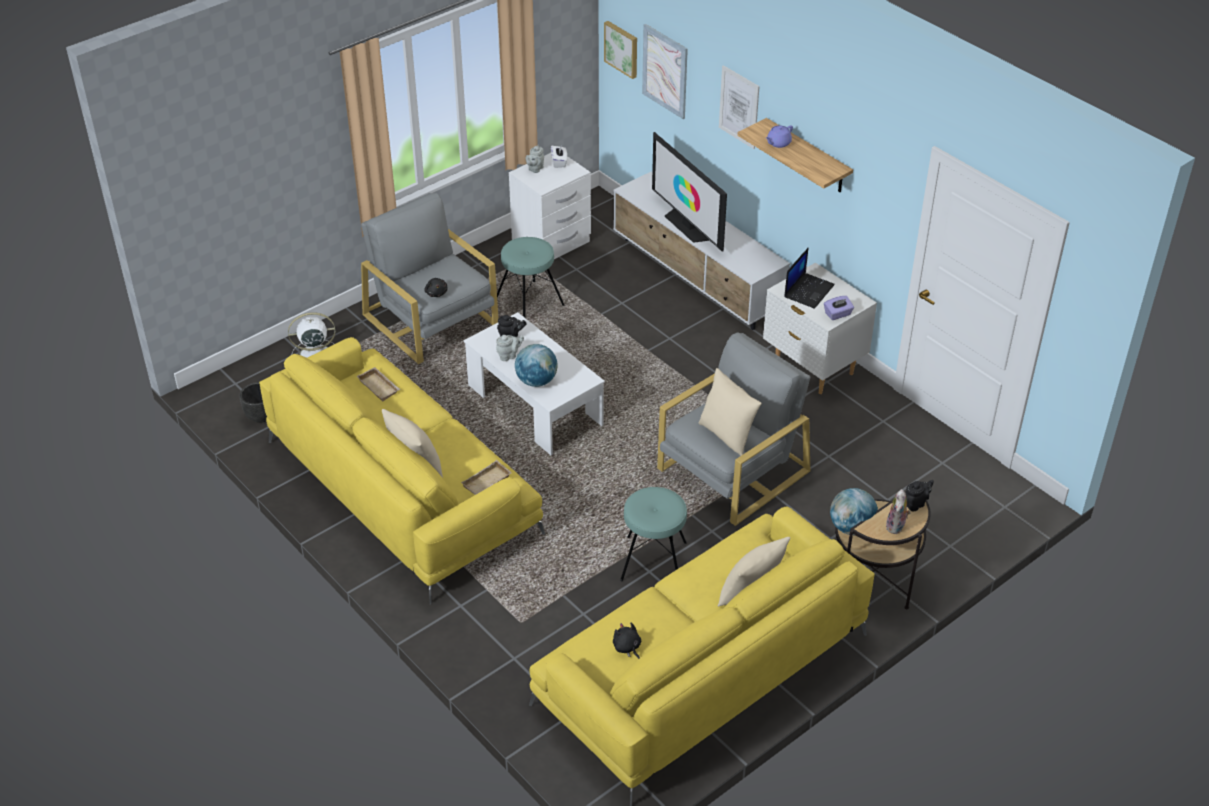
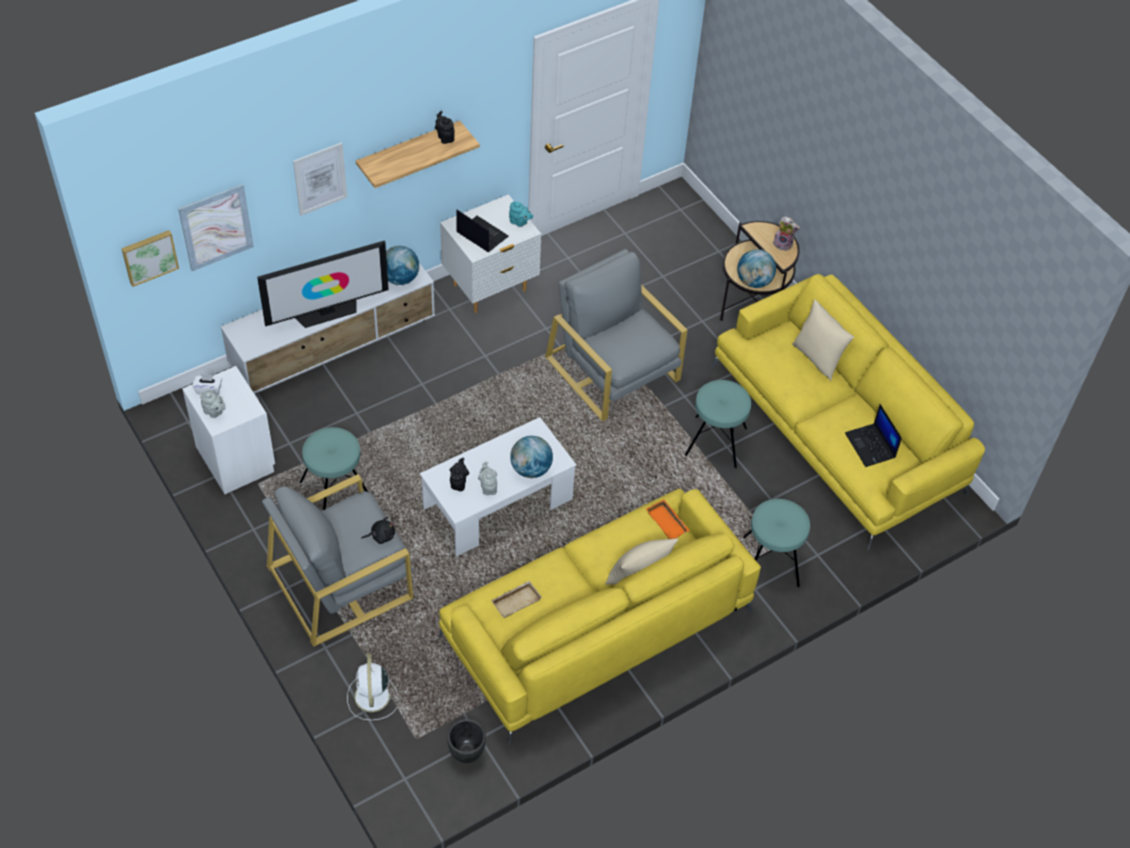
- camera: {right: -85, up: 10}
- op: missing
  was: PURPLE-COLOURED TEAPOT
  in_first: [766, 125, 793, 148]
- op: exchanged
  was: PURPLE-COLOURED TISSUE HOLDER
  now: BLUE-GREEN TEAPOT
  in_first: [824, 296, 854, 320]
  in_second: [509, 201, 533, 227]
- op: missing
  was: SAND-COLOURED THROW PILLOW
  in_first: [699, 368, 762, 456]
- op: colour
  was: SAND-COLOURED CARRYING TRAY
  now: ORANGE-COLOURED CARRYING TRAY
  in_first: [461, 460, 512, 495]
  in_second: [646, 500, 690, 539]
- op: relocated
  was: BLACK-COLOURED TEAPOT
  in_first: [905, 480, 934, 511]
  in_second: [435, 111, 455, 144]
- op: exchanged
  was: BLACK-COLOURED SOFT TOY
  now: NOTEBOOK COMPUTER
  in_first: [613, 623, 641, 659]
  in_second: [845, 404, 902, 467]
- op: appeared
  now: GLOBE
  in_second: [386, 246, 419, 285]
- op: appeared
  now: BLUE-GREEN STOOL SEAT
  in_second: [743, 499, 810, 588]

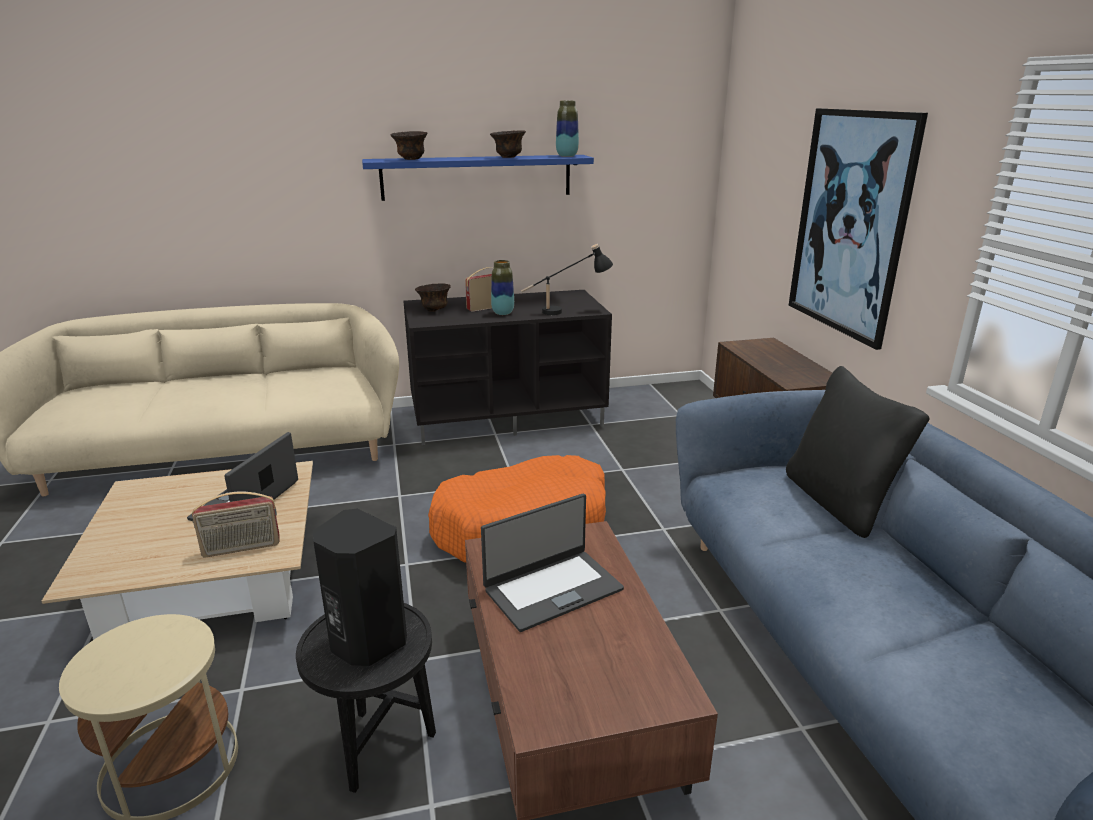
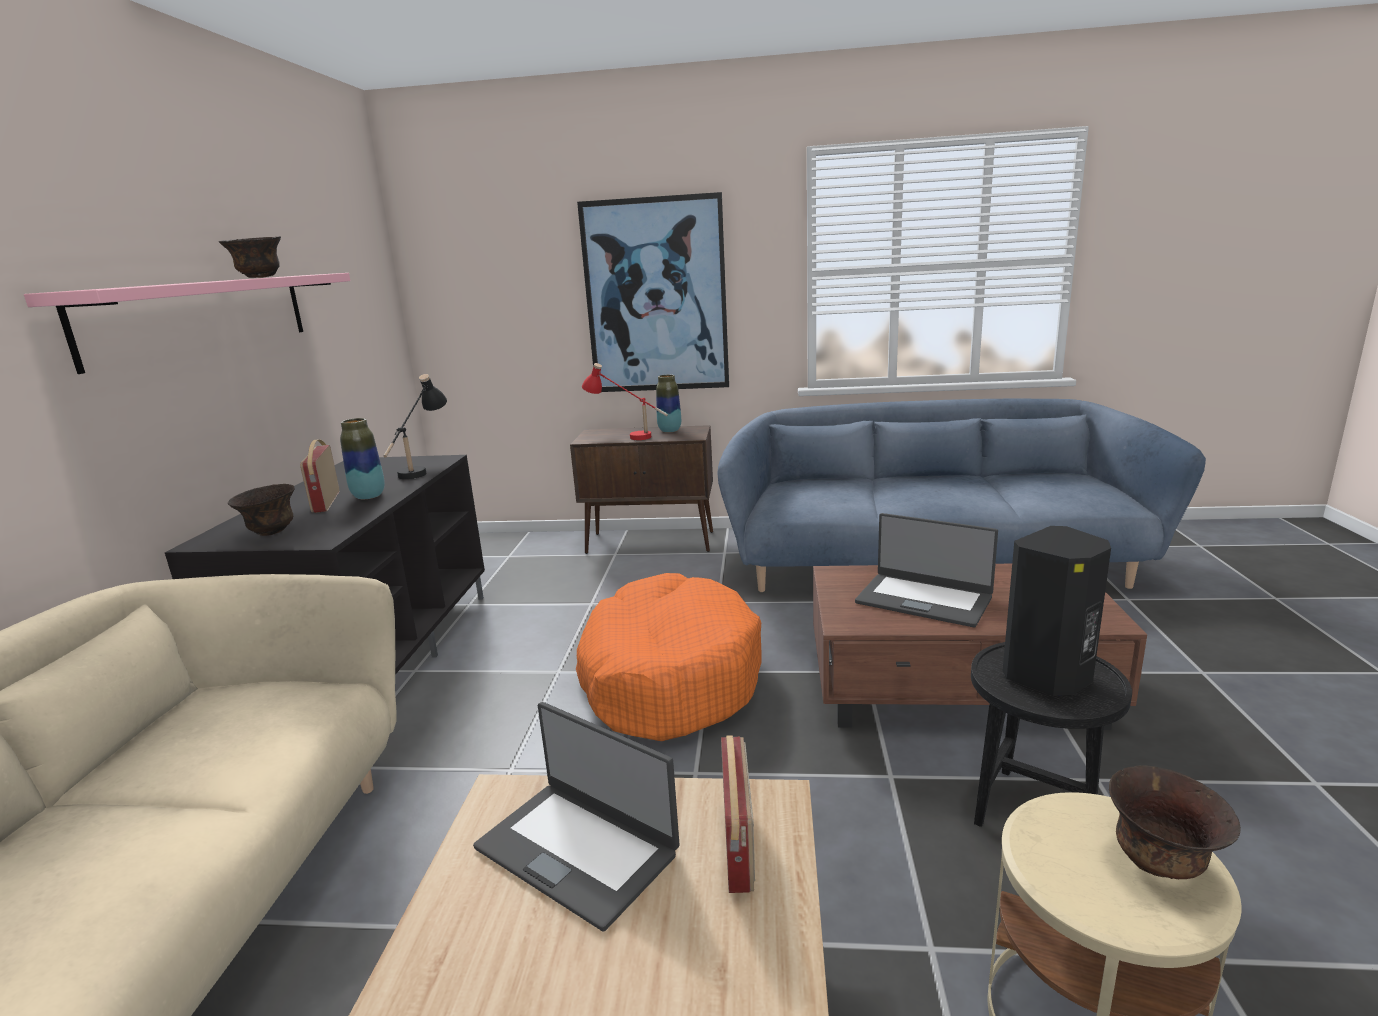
- camera: {right: -70, up: -5}
- op: relocated
  was: VASE
  in_first: [556, 100, 579, 157]
  in_second: [656, 374, 681, 433]
- op: relocated
  was: BROWN-COLOURED DEEP DISH
  in_first: [390, 131, 428, 160]
  in_second: [1109, 765, 1241, 879]
- op: colour
  was: BLUE-COLOURED BRACKET SHELF
  now: PINK-COLOURED BRACKET SHELF
  in_first: [362, 155, 594, 201]
  in_second: [24, 273, 350, 374]
- op: missing
  was: BLACK-COLOURED THROW PILLOW
  in_first: [786, 366, 930, 538]
- op: spun
  was: NOTEBOOK COMPUTER
  in_first: [481, 494, 624, 632]
  in_second: [855, 513, 998, 627]
  clockwise: 135
- op: appeared
  now: REDDISH TABLE LAMP
  in_second: [582, 363, 668, 440]

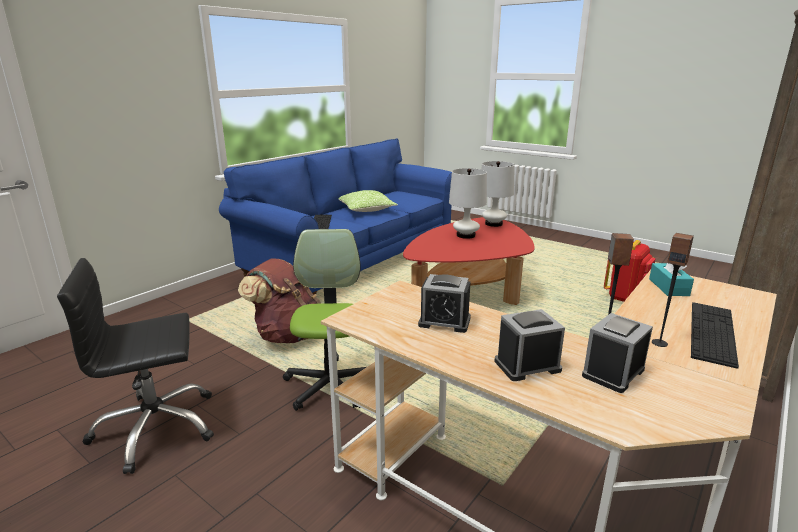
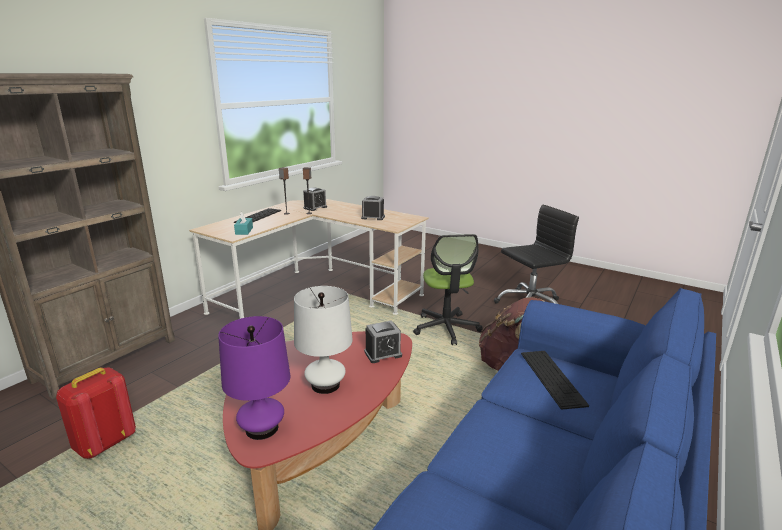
- camera: {right: 175, up: 0}
- op: colour
  was: WHITISH TABLE LAMP
  now: PURPLE-COLOURED TABLE LAMP
  in_first: [481, 161, 515, 227]
  in_second: [218, 316, 290, 440]
- op: missing
  was: THROW PILLOW
  in_first: [339, 190, 398, 212]
- op: relocated
  was: TABLE CLOCK
  in_first: [494, 309, 565, 381]
  in_second: [364, 321, 402, 363]

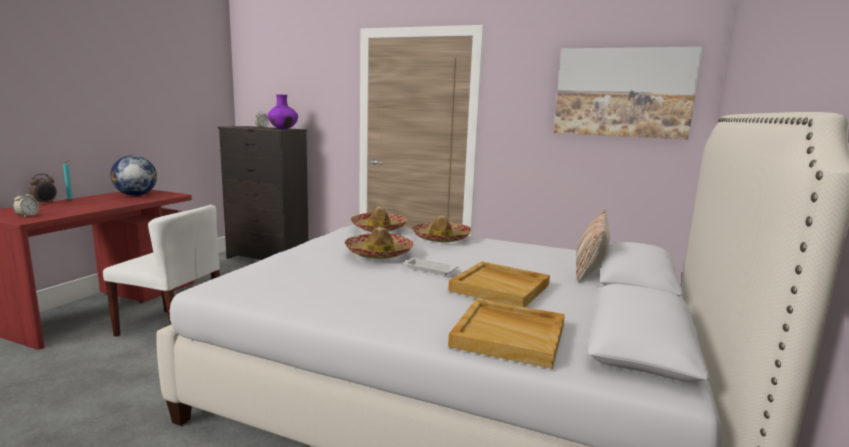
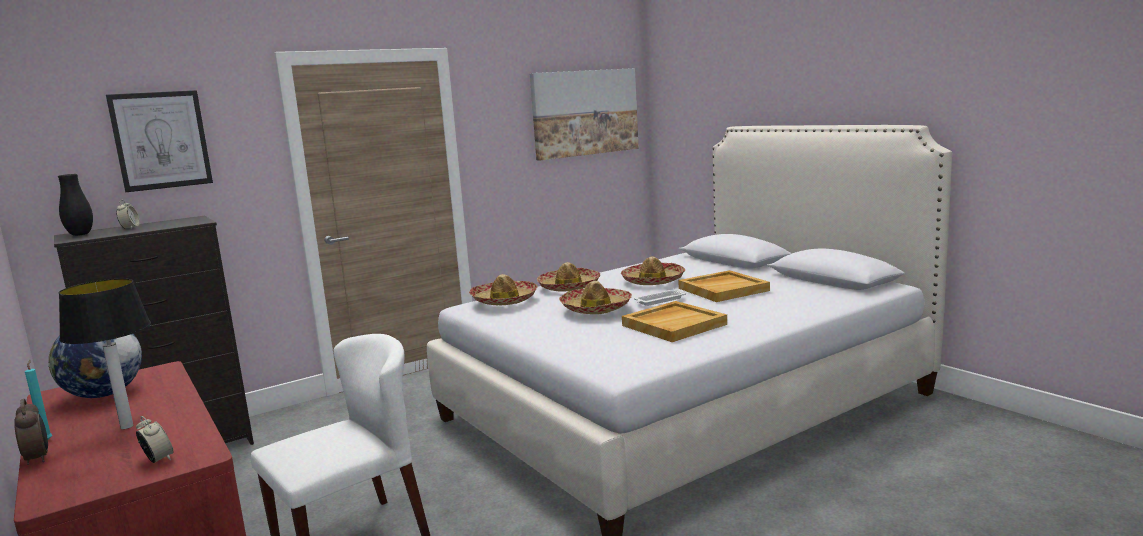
- camera: {right: -55, up: 0}
- op: missing
  was: PURPLE-COLOURED VASE
  in_first: [268, 94, 298, 129]
- op: missing
  was: THROW PILLOW
  in_first: [576, 210, 610, 282]
- op: relocated
  was: SAND-COLOURED CARRYING TRAY
  in_first: [448, 299, 565, 369]
  in_second: [622, 301, 727, 342]
- op: appeared
  now: WALL PICTURE
  in_second: [106, 90, 213, 192]
- op: appeared
  now: BLACK-COLOURED VASE
  in_second: [58, 174, 93, 236]
- op: appeared
  now: WEARABLE HAT
  in_second: [621, 256, 685, 285]
- op: appeared
  now: TABLE LAMP
  in_second: [59, 278, 151, 429]

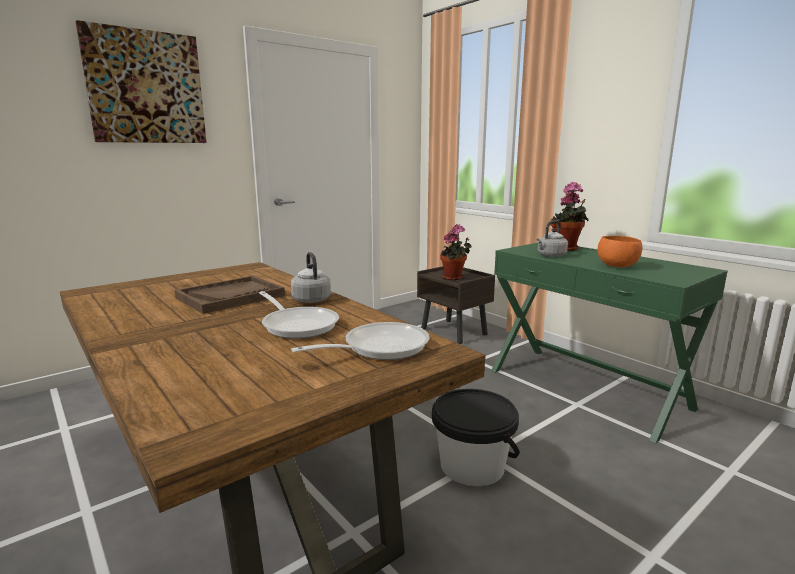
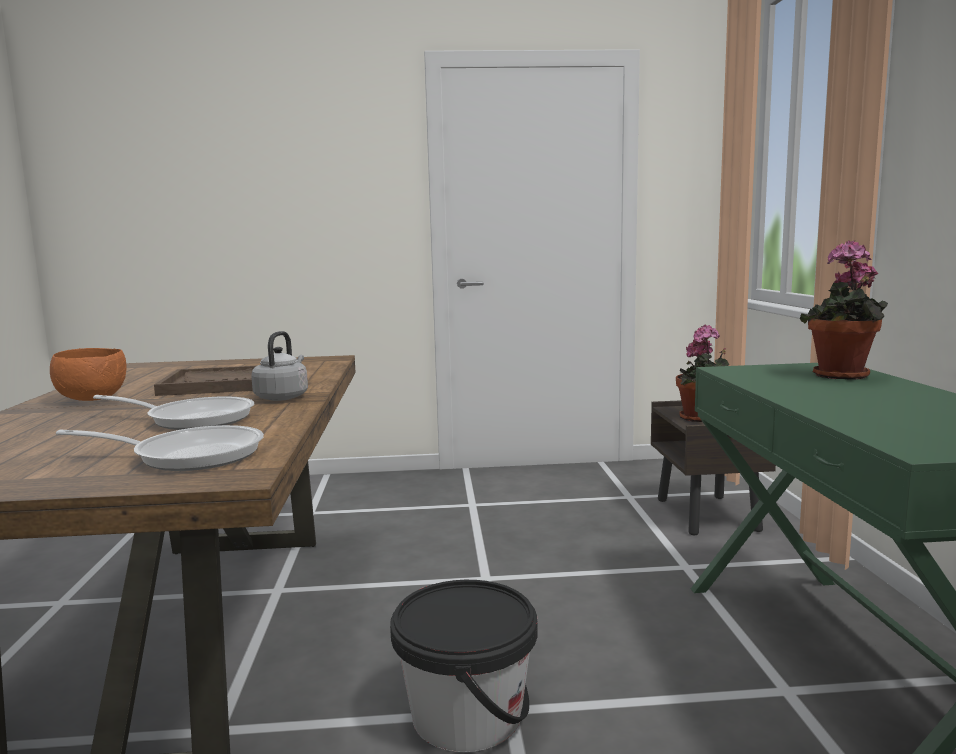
- camera: {right: 35, up: -5}
- op: missing
  was: WALL PICTURE
  in_first: [76, 20, 207, 143]
- op: missing
  was: GREYISH WATER KETTLE
  in_first: [537, 220, 568, 257]
- op: relocated
  was: ORANGE-COLOURED DEEP DISH
  in_first: [598, 236, 642, 267]
  in_second: [50, 348, 127, 401]
- op: spun
  was: PAN
  in_first: [259, 291, 339, 339]
  in_second: [93, 395, 254, 430]
  clockwise: -75

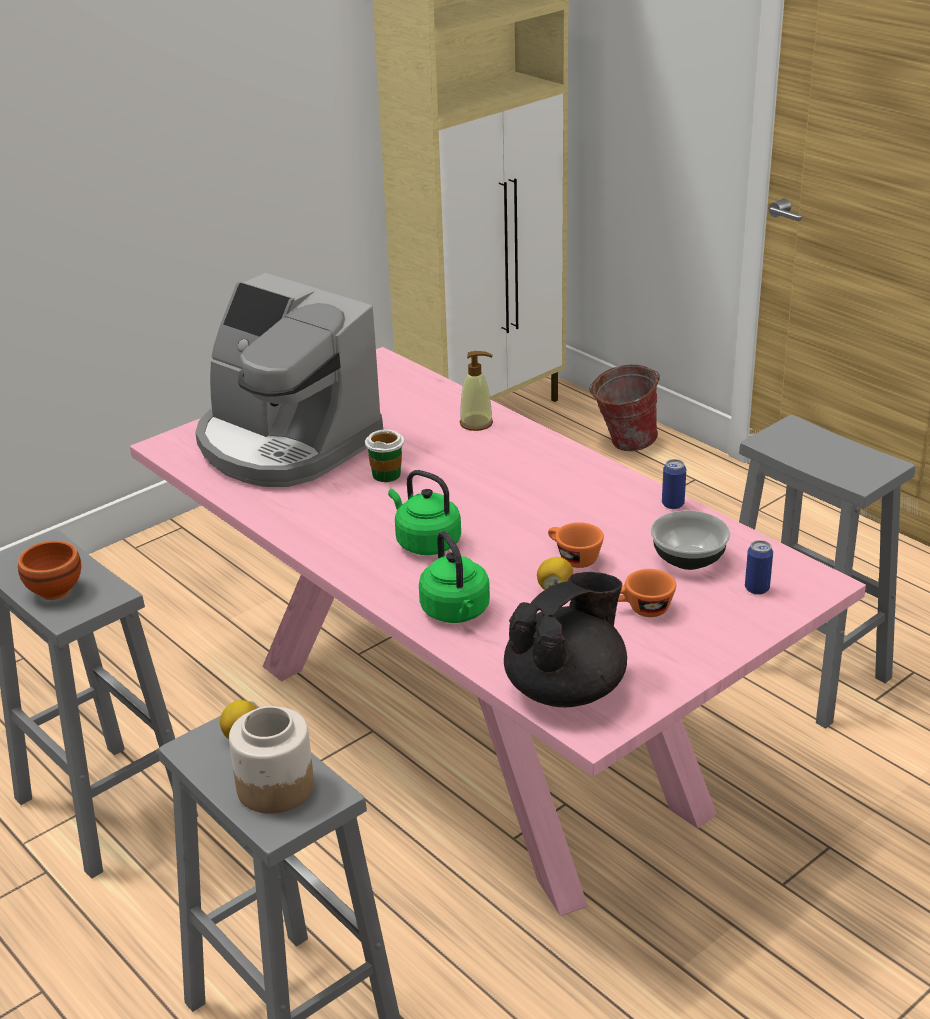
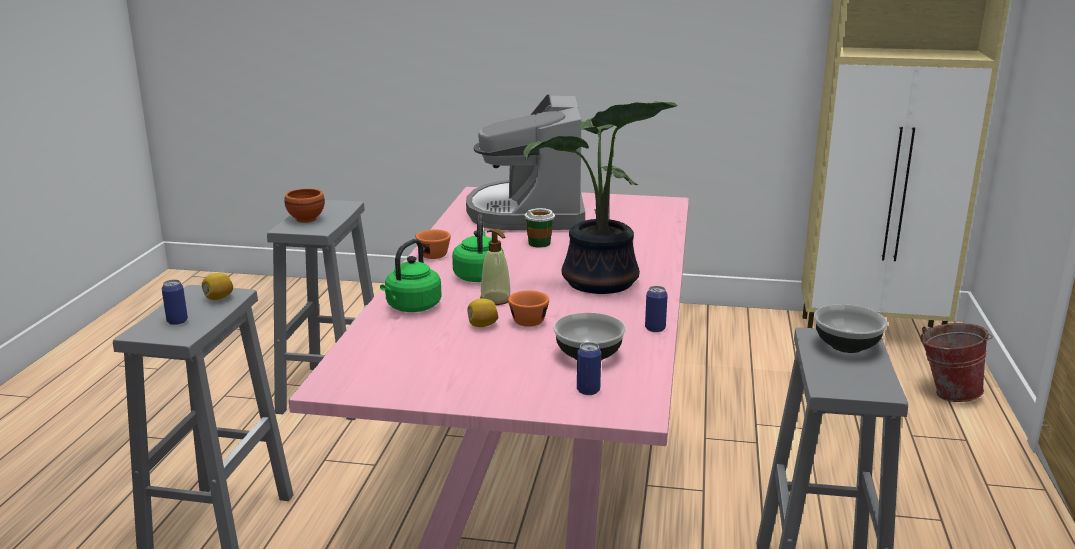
- camera: {right: 50, up: -10}
- op: relocated
  was: SOAP BOTTLE
  in_first: [460, 351, 493, 431]
  in_second: [480, 229, 510, 305]
- op: relocated
  was: ORANGE-COLOURED SMALL CUP
  in_first: [618, 569, 676, 617]
  in_second: [415, 230, 451, 259]
- op: missing
  was: BLACK-COLOURED TEAPOT
  in_first: [504, 572, 627, 707]
- op: exchanged
  was: STORAGE JAR
  now: SEALED CAN
  in_first: [229, 706, 314, 814]
  in_second: [162, 279, 188, 325]
- op: appeared
  now: PLANT IN A POT
  in_second: [523, 101, 678, 294]
- op: appeared
  now: DEEP DISH
  in_second: [814, 304, 887, 353]

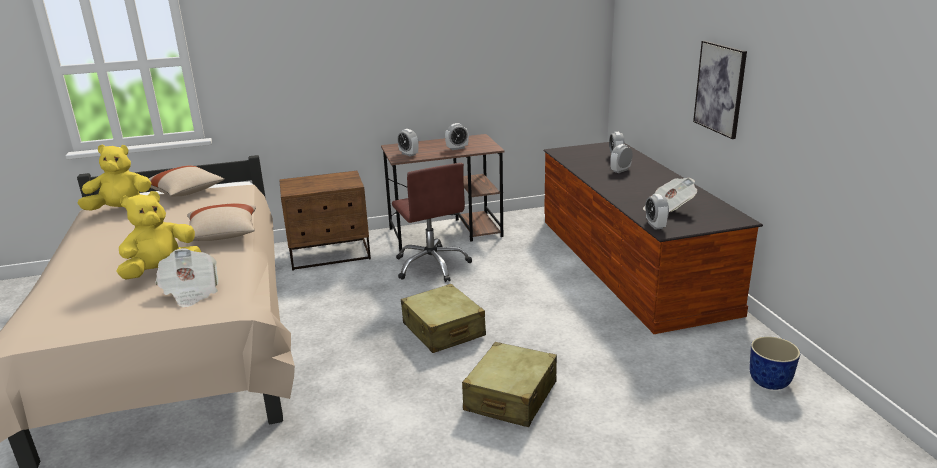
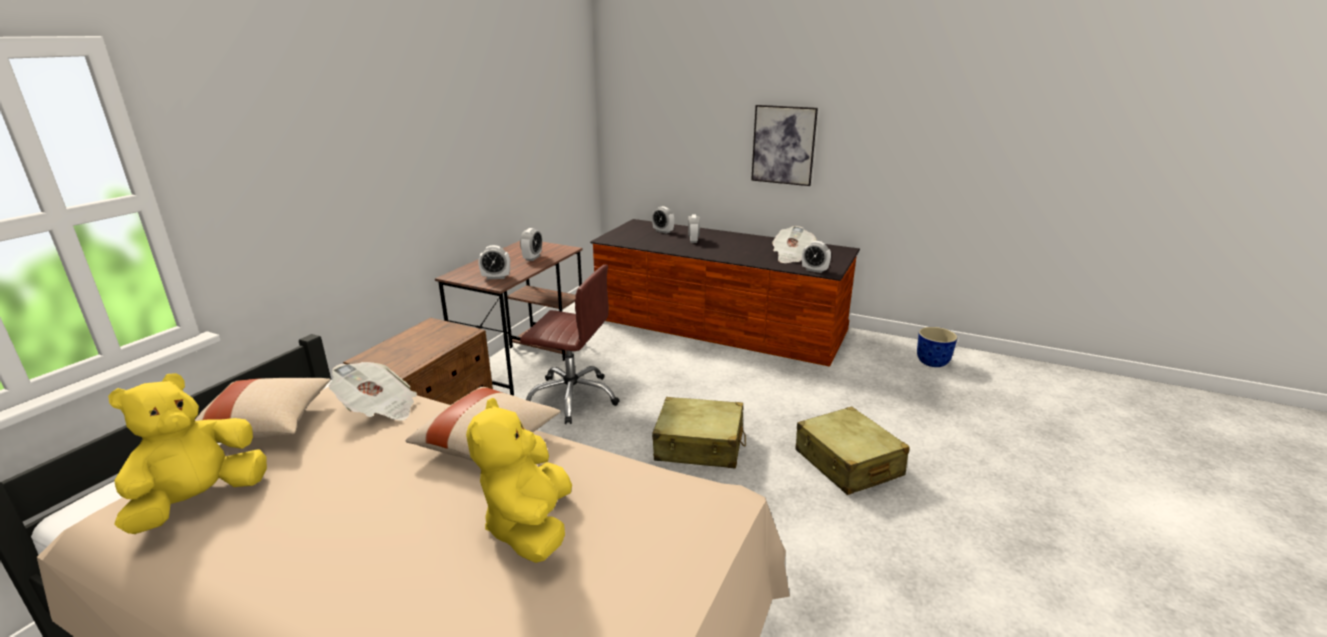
- camera: {right: -50, up: 0}
- op: relocated
  was: DAILY PAPER
  in_first: [156, 248, 218, 308]
  in_second: [328, 362, 417, 421]

